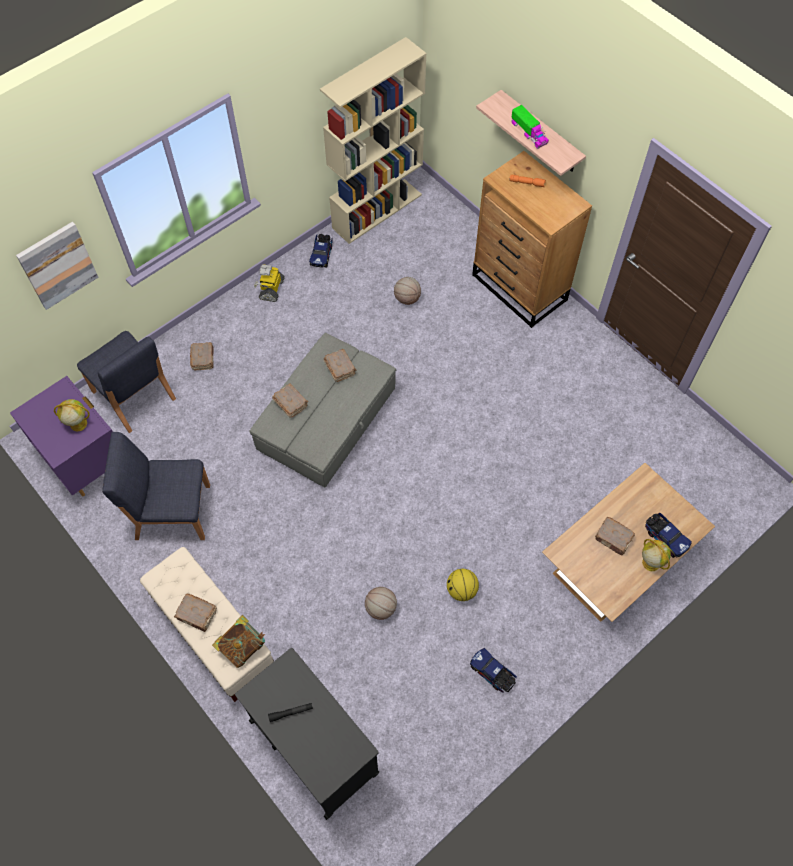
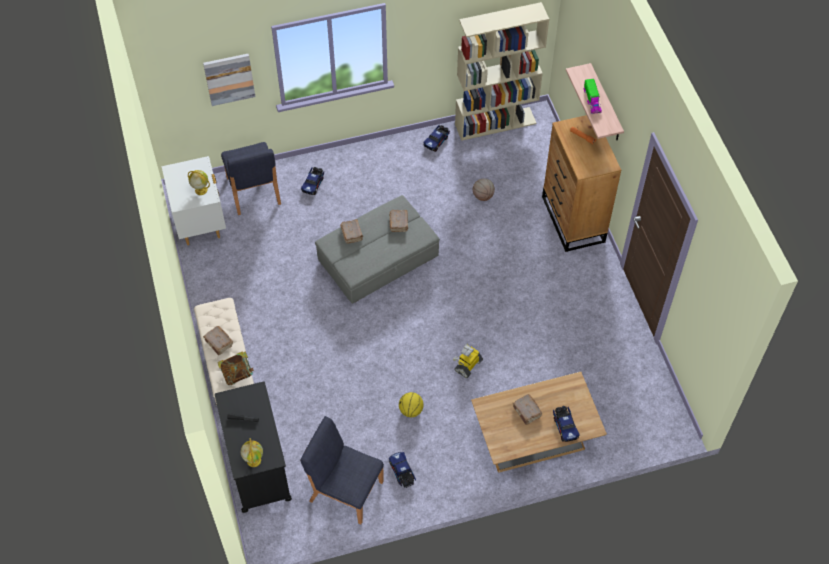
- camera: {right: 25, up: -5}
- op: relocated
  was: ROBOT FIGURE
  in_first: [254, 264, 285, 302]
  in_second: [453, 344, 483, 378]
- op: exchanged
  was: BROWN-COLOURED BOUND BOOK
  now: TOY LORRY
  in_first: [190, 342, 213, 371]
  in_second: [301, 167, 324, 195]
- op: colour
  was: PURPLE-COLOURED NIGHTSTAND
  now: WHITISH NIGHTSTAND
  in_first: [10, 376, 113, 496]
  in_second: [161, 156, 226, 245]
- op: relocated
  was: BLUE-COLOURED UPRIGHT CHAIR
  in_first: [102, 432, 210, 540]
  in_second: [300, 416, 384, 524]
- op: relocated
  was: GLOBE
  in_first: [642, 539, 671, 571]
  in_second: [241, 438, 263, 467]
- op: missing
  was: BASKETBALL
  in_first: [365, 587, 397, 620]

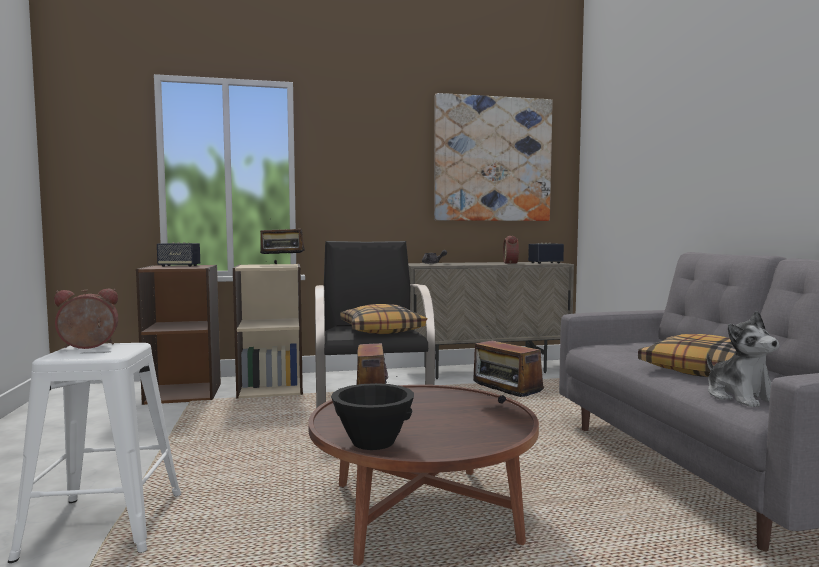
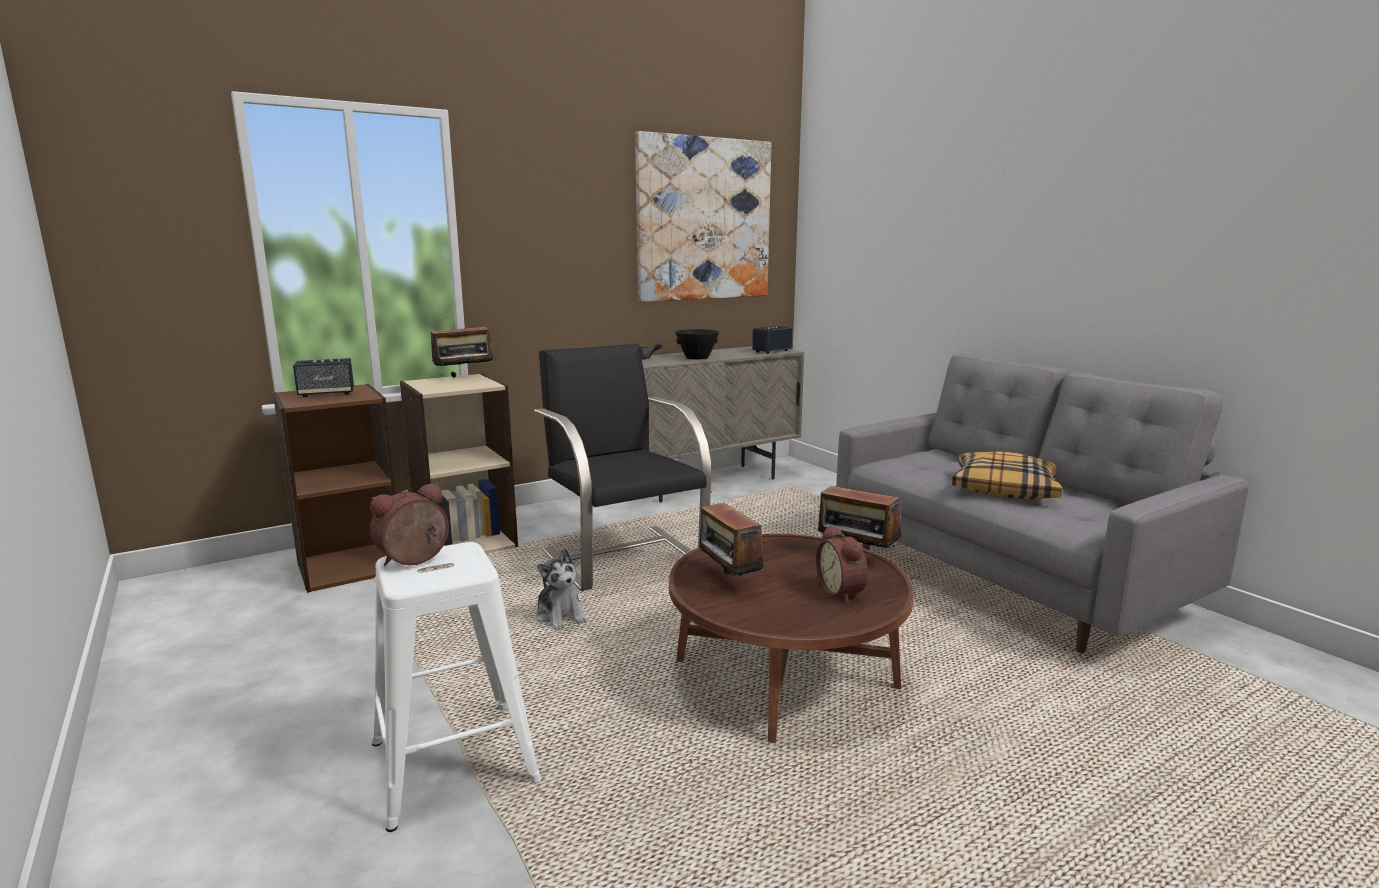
- camera: {right: -20, up: 10}
- op: relocated
  was: TABLE CLOCK
  in_first: [503, 236, 519, 264]
  in_second: [816, 525, 868, 603]
- op: missing
  was: THROW PILLOW
  in_first: [340, 304, 427, 334]
- op: relocated
  was: SOFT TOY
  in_first: [707, 311, 779, 407]
  in_second: [536, 548, 587, 631]
- op: relocated
  was: BLACK-COLOURED DEEP DISH
  in_first: [331, 383, 414, 450]
  in_second: [675, 329, 719, 359]

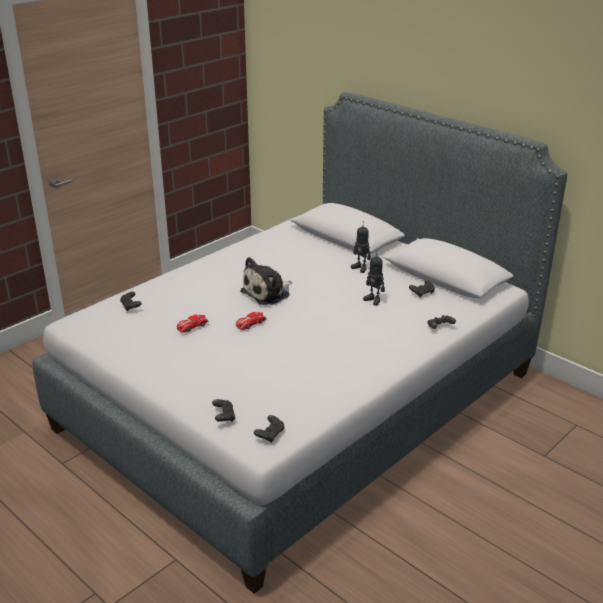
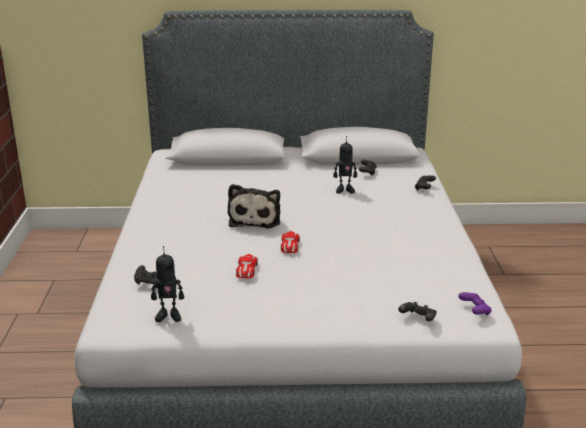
- camera: {right: -45, up: -5}
- op: relocated
  was: ROBOT FIGURE
  in_first: [351, 221, 371, 273]
  in_second: [151, 246, 184, 322]
- op: colour
  was: BLACK-COLOURED JOYPAD
  now: PURPLE-COLOURED JOYPAD
  in_first: [254, 415, 285, 443]
  in_second: [458, 292, 492, 316]

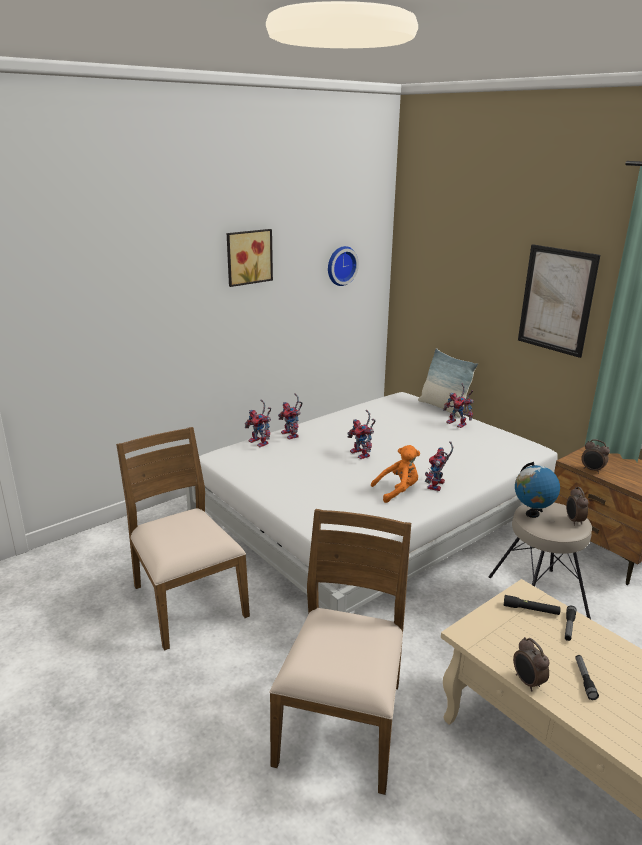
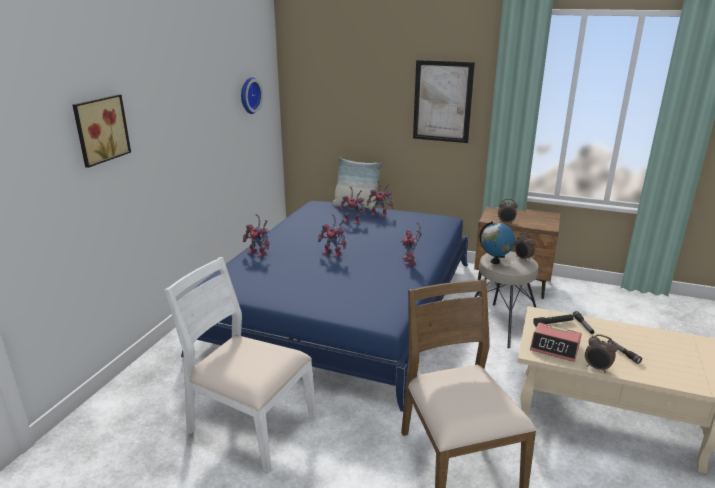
- camera: {right: -30, up: 0}
- op: relocated
  was: WALL PICTURE
  in_first: [227, 229, 273, 287]
  in_second: [72, 94, 131, 168]
- op: colour
  was: WHITISH BED
  now: BLUE-COLOURED BED
  in_first: [186, 392, 558, 613]
  in_second: [181, 201, 468, 412]
- op: relocated
  was: ROBOT FIGURE
  in_first: [245, 399, 272, 447]
  in_second: [339, 186, 366, 224]
- op: colour
  was: BROWN-COLOURED UPRIGHT CHAIR
  now: WHITISH UPRIGHT CHAIR
  in_first: [116, 427, 250, 651]
  in_second: [165, 257, 316, 473]
- op: missing
  was: ORANGE-COLOURED SOFT TOY
  in_first: [371, 445, 420, 503]
- op: appeared
  now: TABLE CLOCK
  in_second: [530, 323, 582, 362]

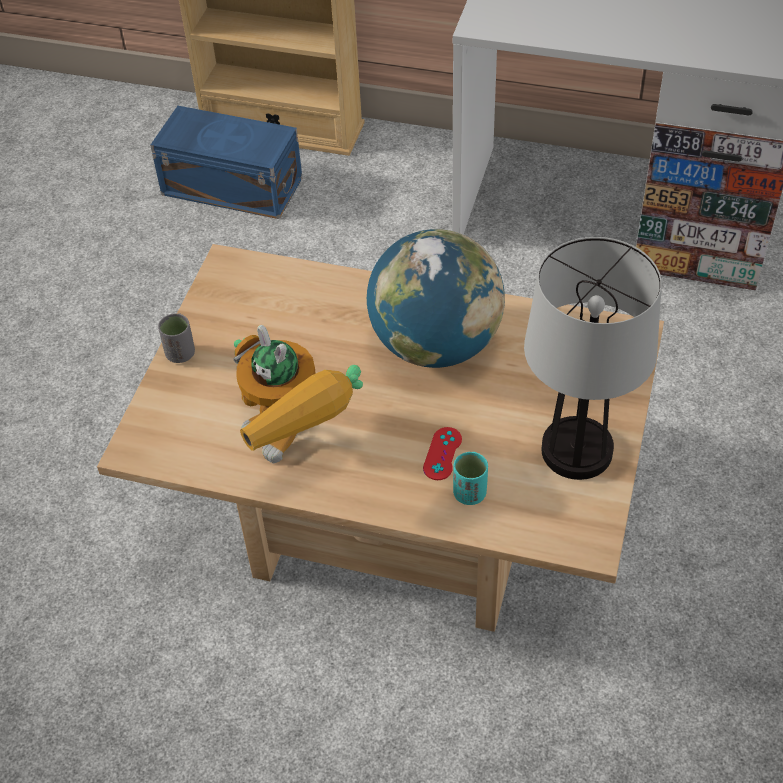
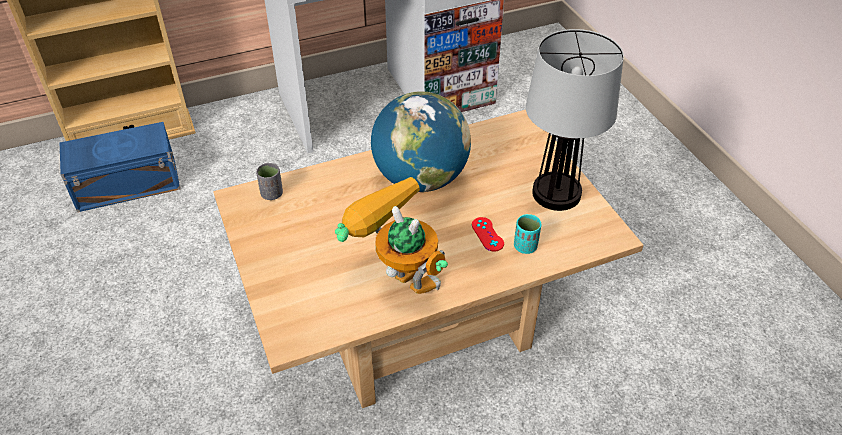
- camera: {right: -40, up: -5}
- op: relocated
  was: GREYISH SMALL CUP
  in_first: [158, 313, 195, 363]
  in_second: [256, 163, 283, 200]
- op: spun
  was: ROBOT FIGURE
  in_first: [233, 325, 363, 463]
  in_second: [335, 177, 448, 294]
  clockwise: -150

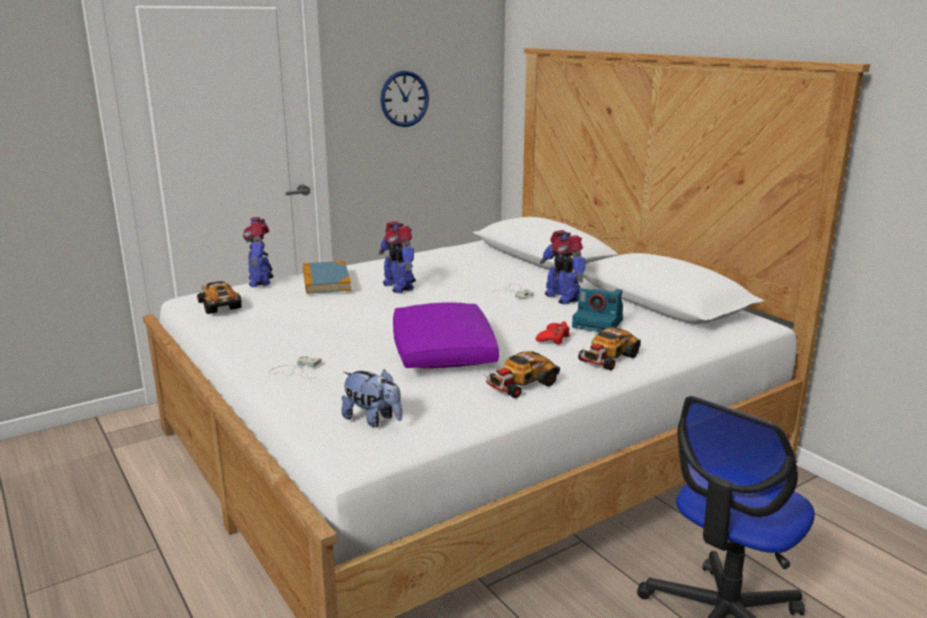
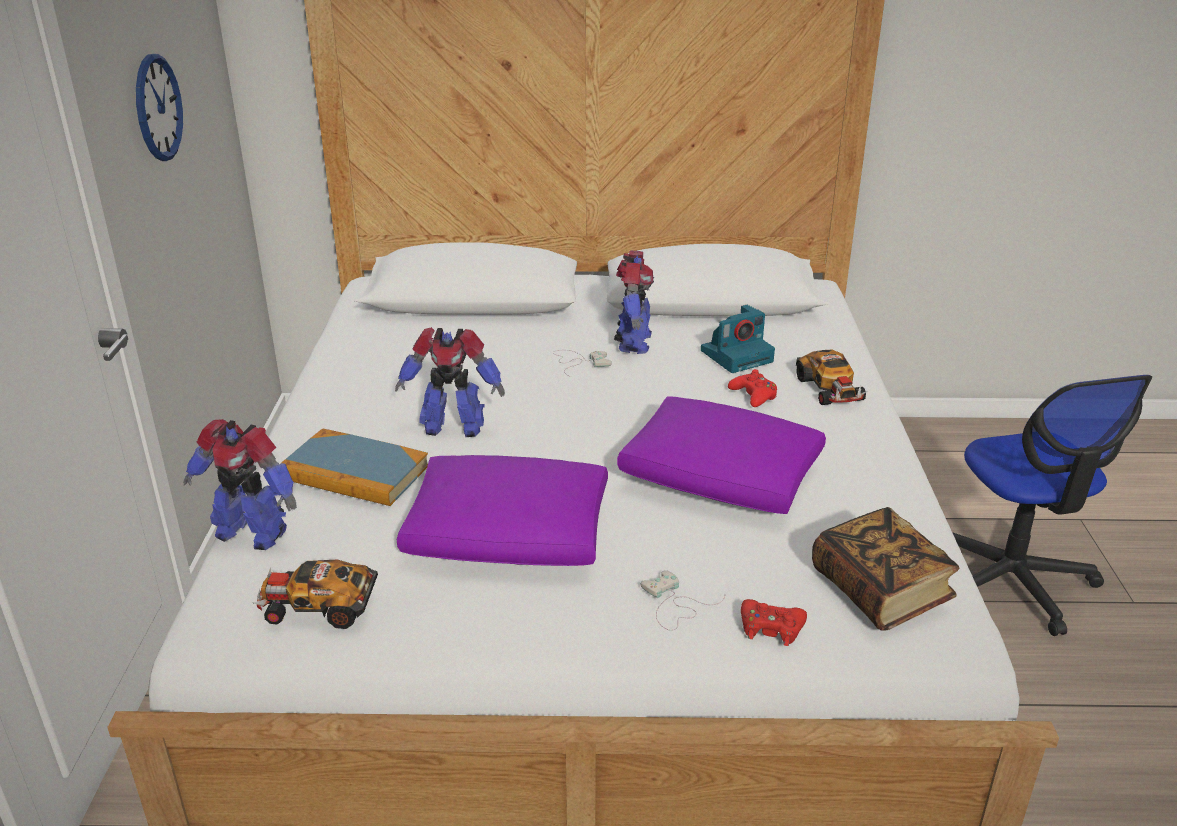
- camera: {right: -55, up: 10}
- op: spun
  was: ROBOT FIGURE
  in_first: [540, 230, 586, 304]
  in_second: [614, 251, 654, 354]
  clockwise: -90
- op: missing
  was: MODEL CAR
  in_first: [484, 351, 560, 398]
- op: exchanged
  was: SOFT TOY
  now: BOUND BOOK
  in_first: [342, 369, 402, 427]
  in_second: [812, 507, 959, 631]
- op: appeared
  now: PURPLE-COLOURED THROW PILLOW
  in_second: [397, 455, 608, 566]
- op: appeared
  now: REDDISH JOYPAD
  in_second: [741, 599, 807, 646]

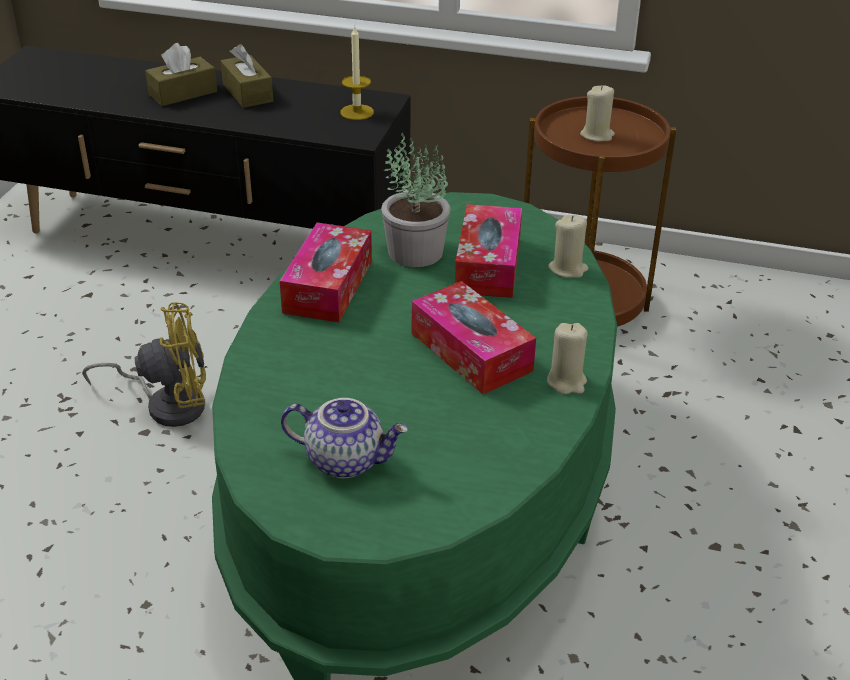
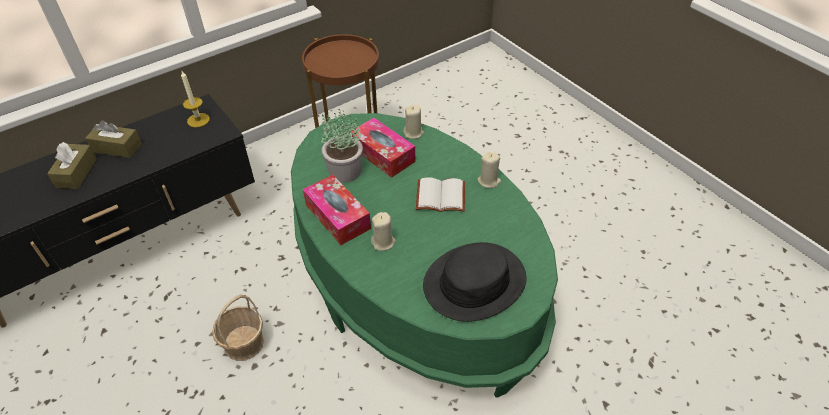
- camera: {right: -50, up: 10}
- op: relocated
  was: SAND-COLOURED WAX CANDLE
  in_first: [580, 85, 615, 142]
  in_second: [371, 212, 396, 251]
- op: exchanged
  was: TISSUE HOLDER
  now: WHITISH BOUND BOOK
  in_first: [412, 281, 536, 395]
  in_second: [416, 177, 465, 212]
- op: exchanged
  was: YELLOW-COLOURED COOLING FAN
  now: HOUSEHOLD BASKET
  in_first: [82, 302, 206, 427]
  in_second: [212, 295, 264, 361]
- op: exchanged
  was: TEAPOT
  now: BLACK-COLOURED WEARABLE HAT
  in_first: [281, 398, 408, 478]
  in_second: [423, 242, 527, 322]

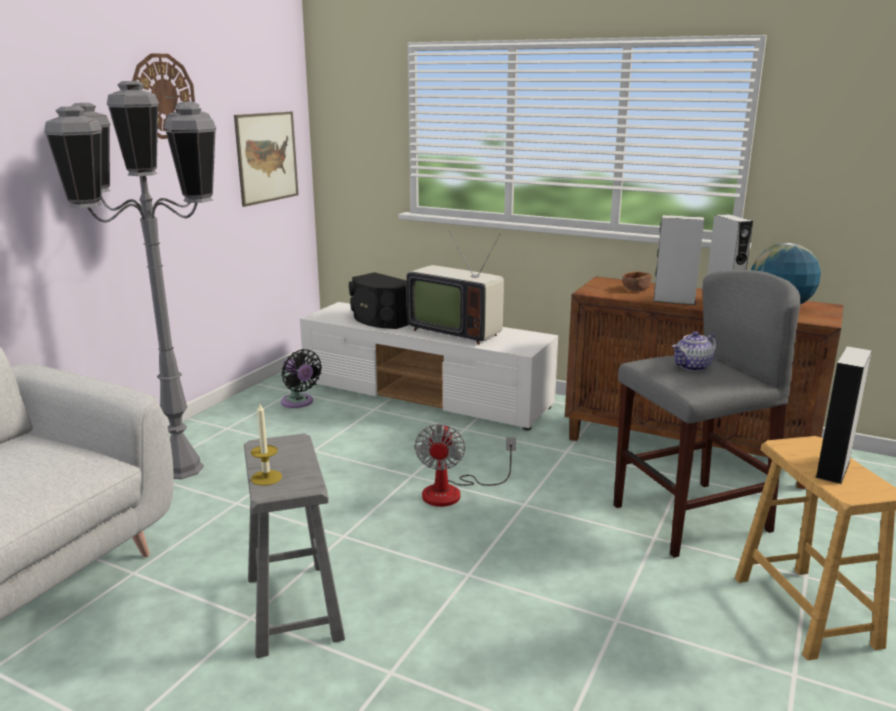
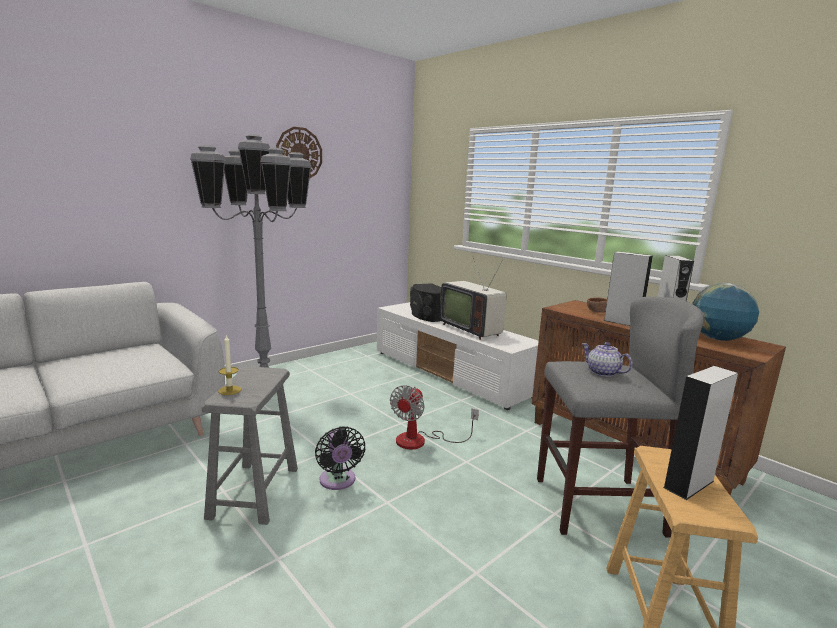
- camera: {right: 20, up: -5}
- op: missing
  was: WALL PICTURE
  in_first: [234, 112, 298, 207]
- op: spun
  was: TEAPOT
  in_first: [672, 331, 717, 371]
  in_second: [582, 342, 633, 377]
  clockwise: 60
- op: relocated
  was: BLACK-COLOURED COOLING FAN
  in_first: [281, 349, 322, 408]
  in_second: [315, 426, 365, 490]

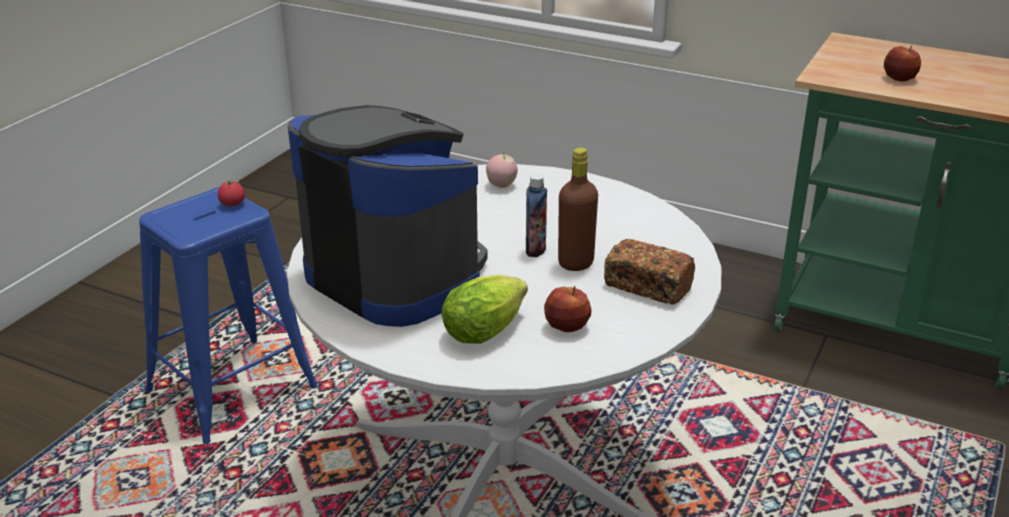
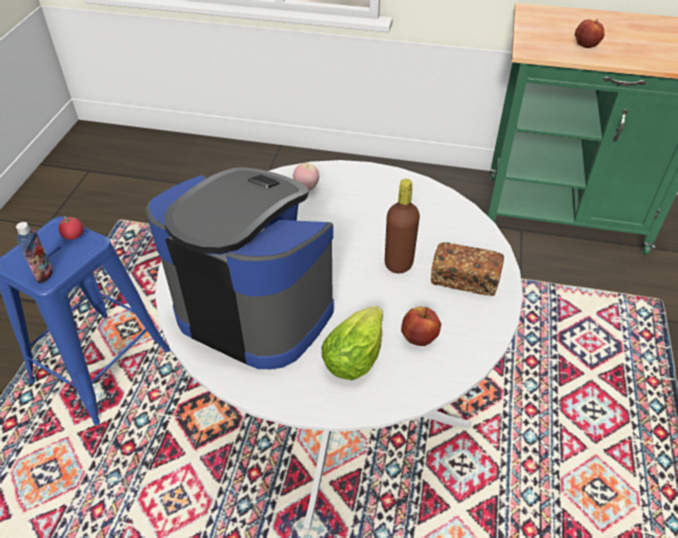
- camera: {right: -15, up: 15}
- op: relocated
  was: DRINK BOTTLE
  in_first: [526, 174, 547, 257]
  in_second: [16, 222, 53, 283]

